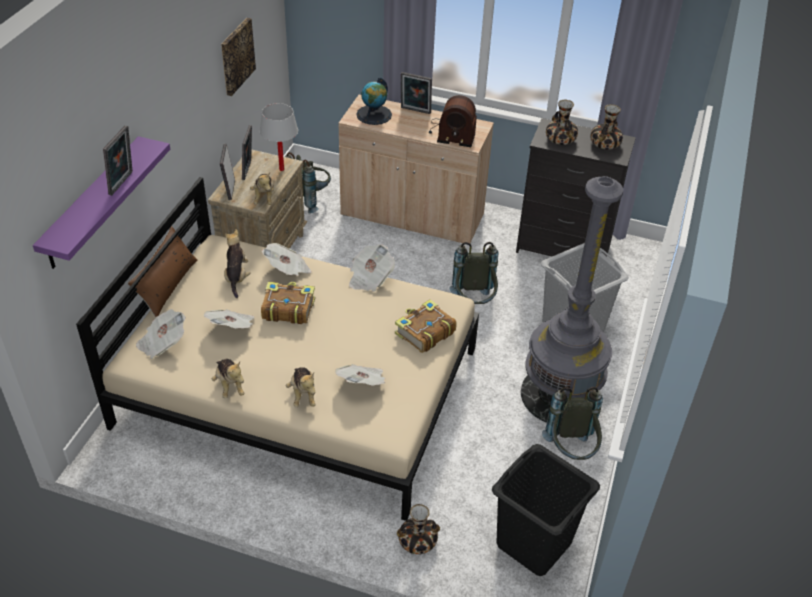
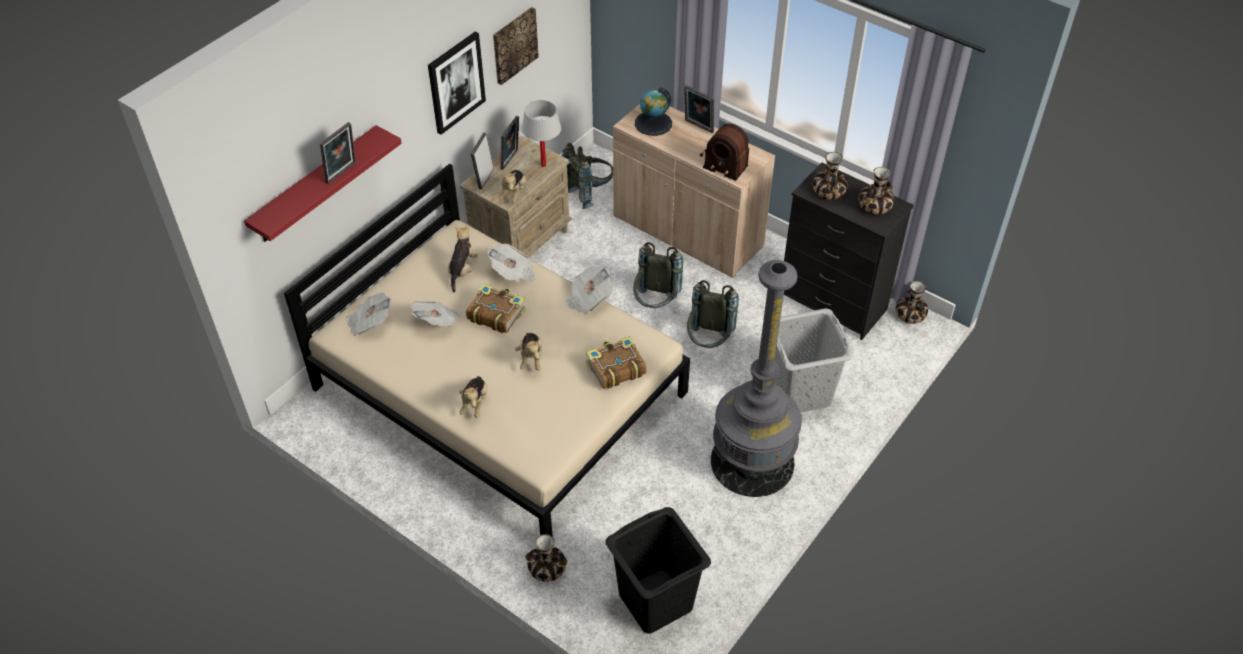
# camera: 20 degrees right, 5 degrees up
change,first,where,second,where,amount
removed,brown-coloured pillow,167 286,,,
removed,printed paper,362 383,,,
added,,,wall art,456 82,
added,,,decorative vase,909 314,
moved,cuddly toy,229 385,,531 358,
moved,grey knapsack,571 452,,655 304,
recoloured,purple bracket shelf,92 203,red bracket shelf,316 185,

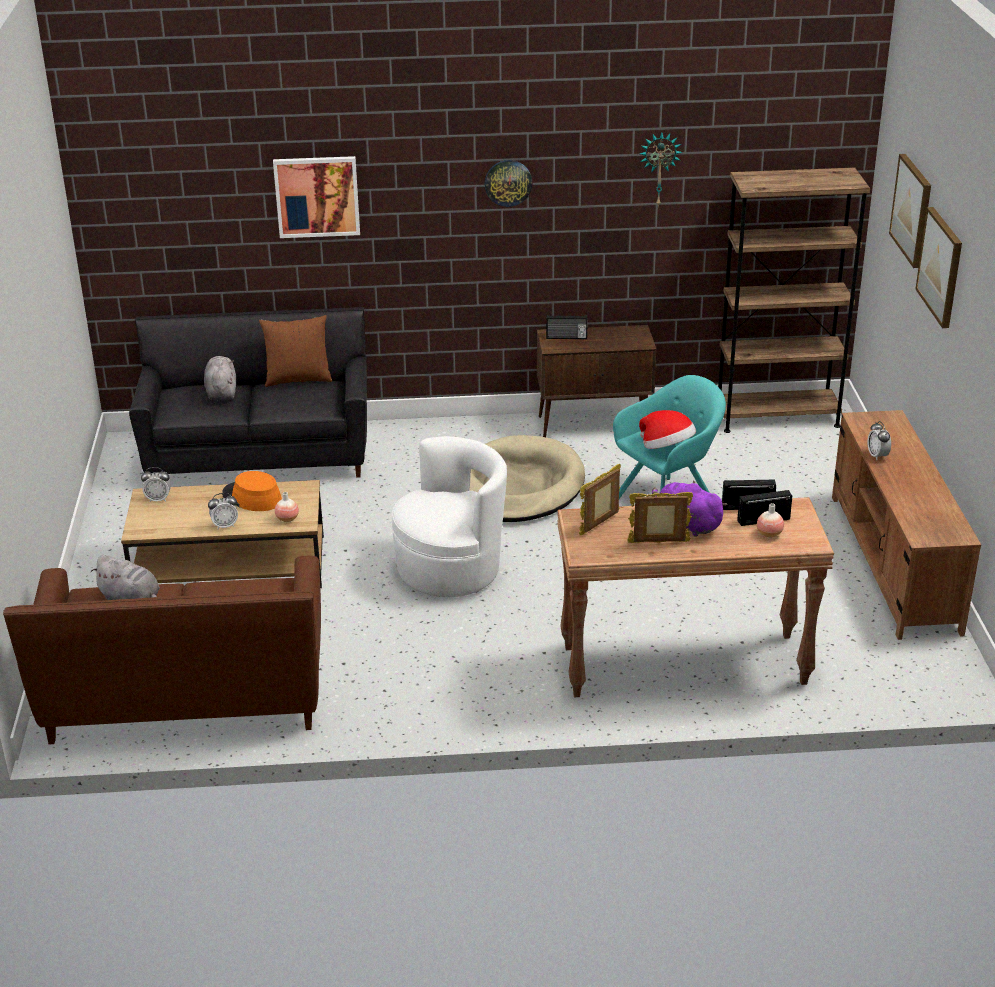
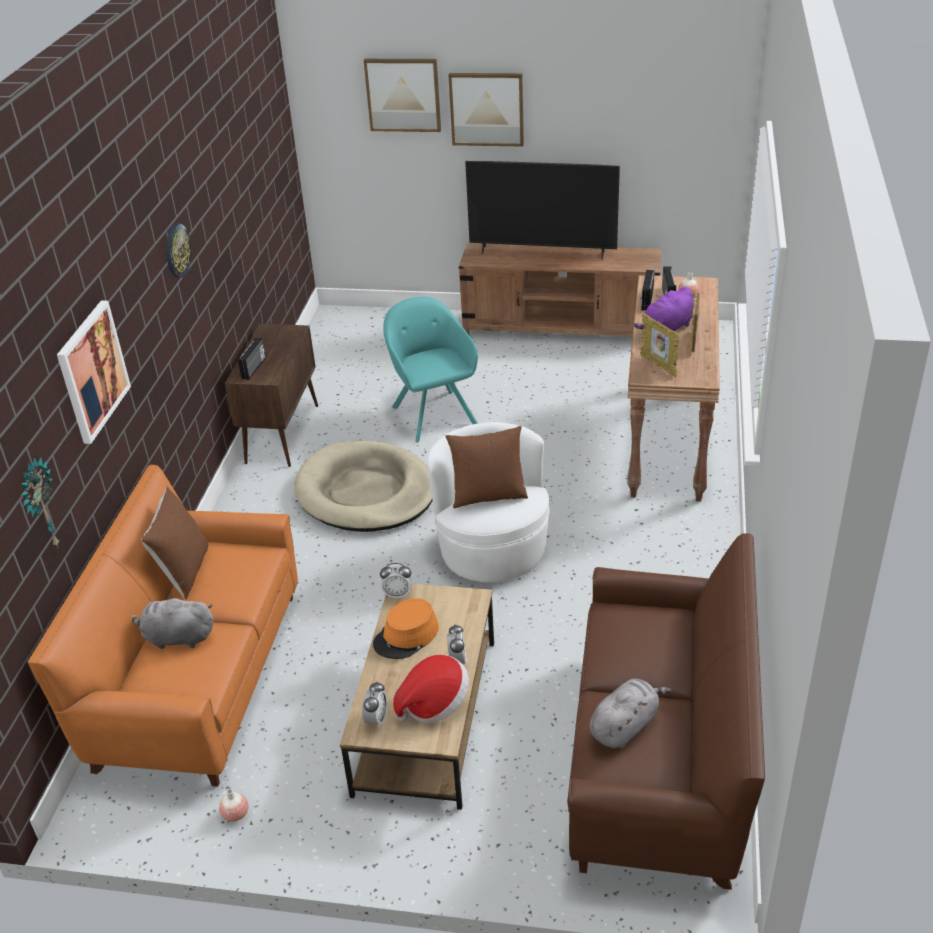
# camera: 75 degrees left, 5 degrees up
change,first,where,second,where,amount
removed,brown-coloured shelving unit,777 417,,,
added,,,brown-coloured pillow,488 495,
added,,,TV set,542 252,
moved,decorative vase,287 519,,235 814,
moved,hat,667 448,,434 703,
moved,hanging clock,659 168,,39 505,
moved,bedside clock,877 456,,398 594,
recoloured,black-coloured sofa,259 455,orangey sofa,199 678,

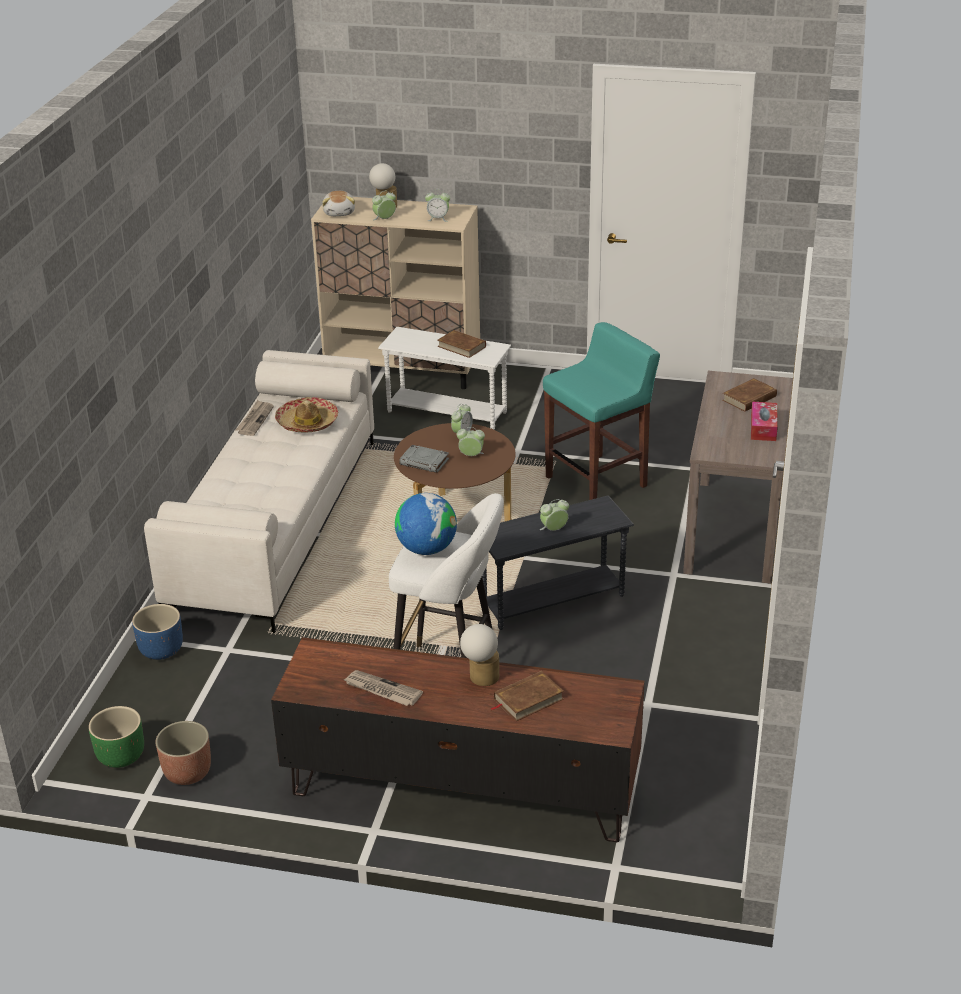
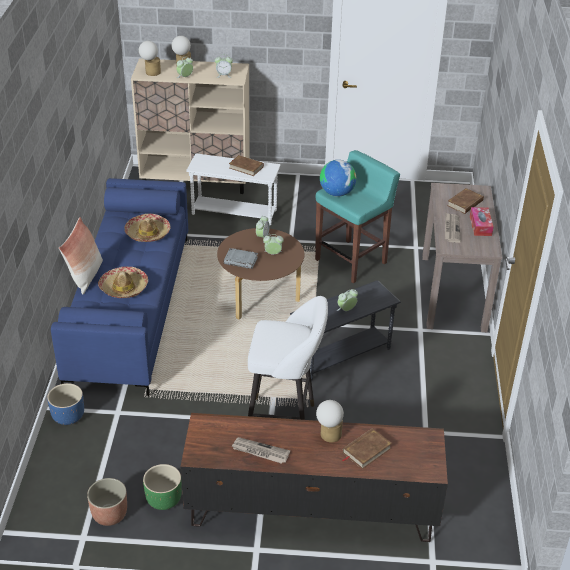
# camera: 10 degrees left, 5 degrees up
change,first,where,second,where,amount
added,,,pillow,86 276,
added,,,hat,124 288,
moved,greenish flower pot,120 756,,163 500,
moved,printed paper,255 420,,451 229,
moved,desk globe,426 549,,337 193,
replaced,cuddly toy,339 212,lamp for a table,150 72,
recoloured,white sofa,275 523,bluish sofa,130 308,

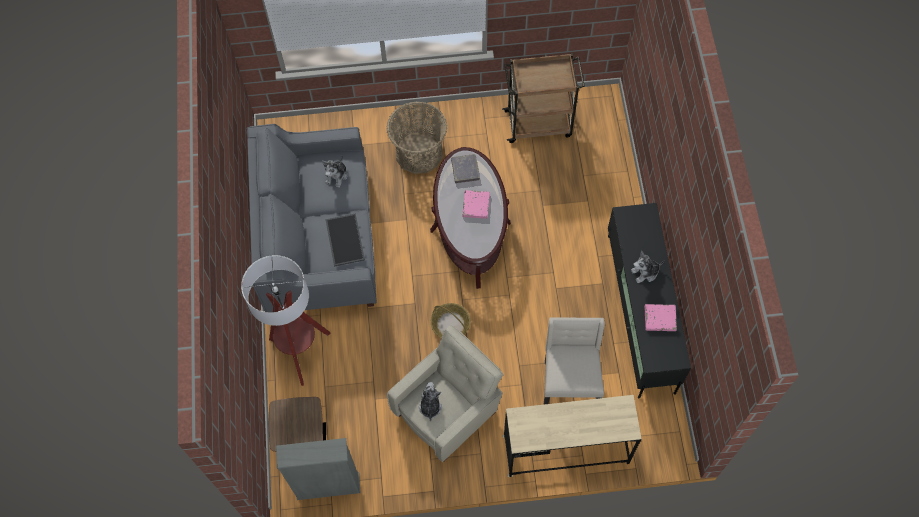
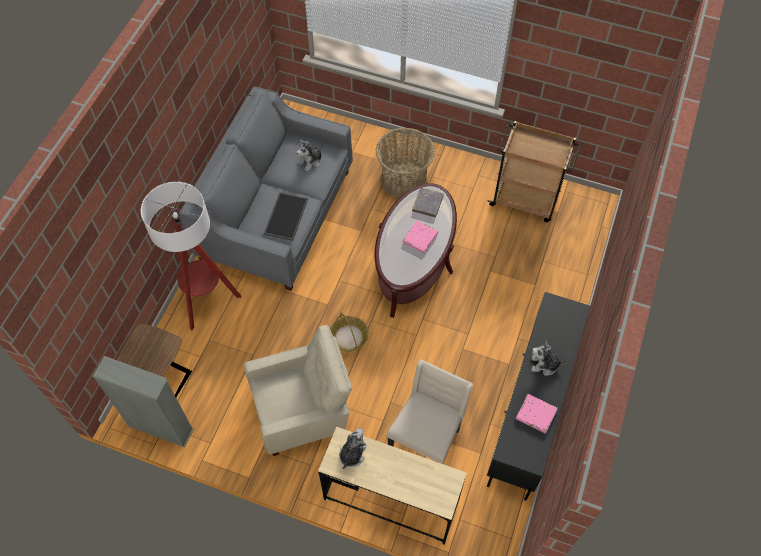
# camera: 25 degrees right, 5 degrees down
change,first,where,second,where,amount
moved,cuddly toy,430 406,,352 454,

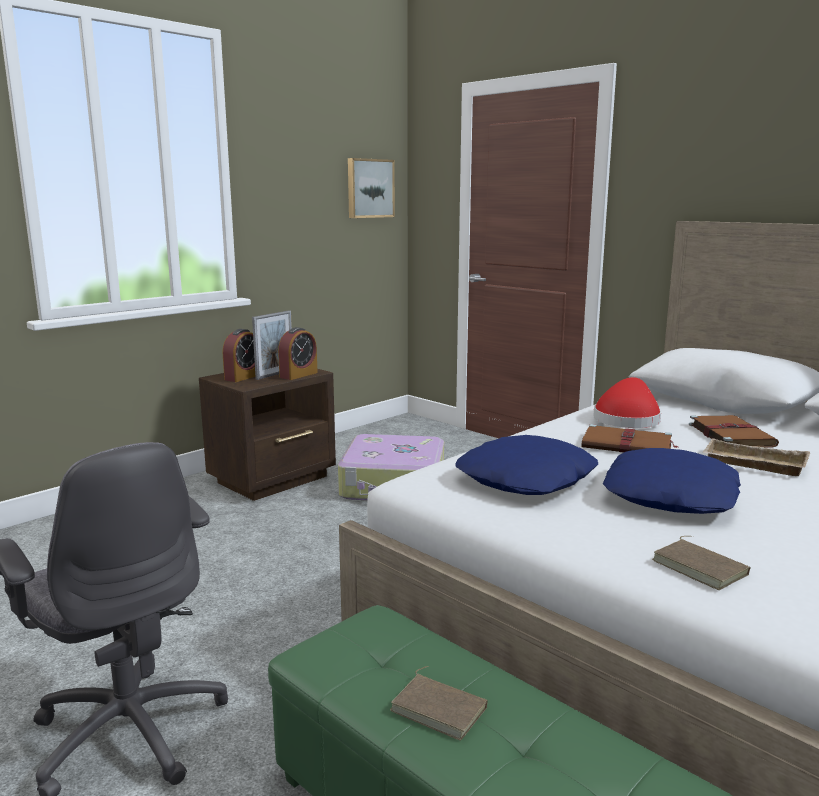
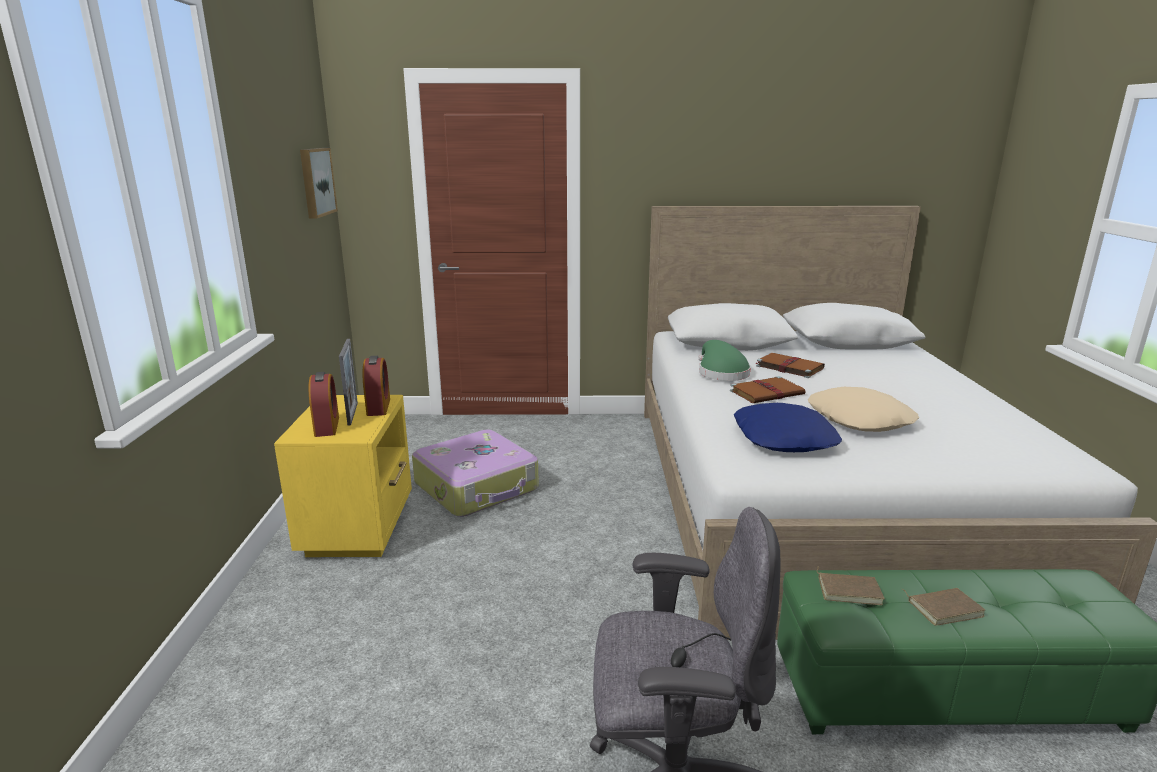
# camera: 45 degrees left, 5 degrees up
change,first,where,second,where,amount
removed,sand-coloured tray,752 464,,,
moved,brown-coloured bound book,701 567,,849 590,
recoloured,brown-coloured nightstand,274 479,yellow nightstand,360 527,
recoloured,red hat,627 419,greenish hat,721 373,
recoloured,bluish pillow,671 495,sand-coloured pillow,860 419,

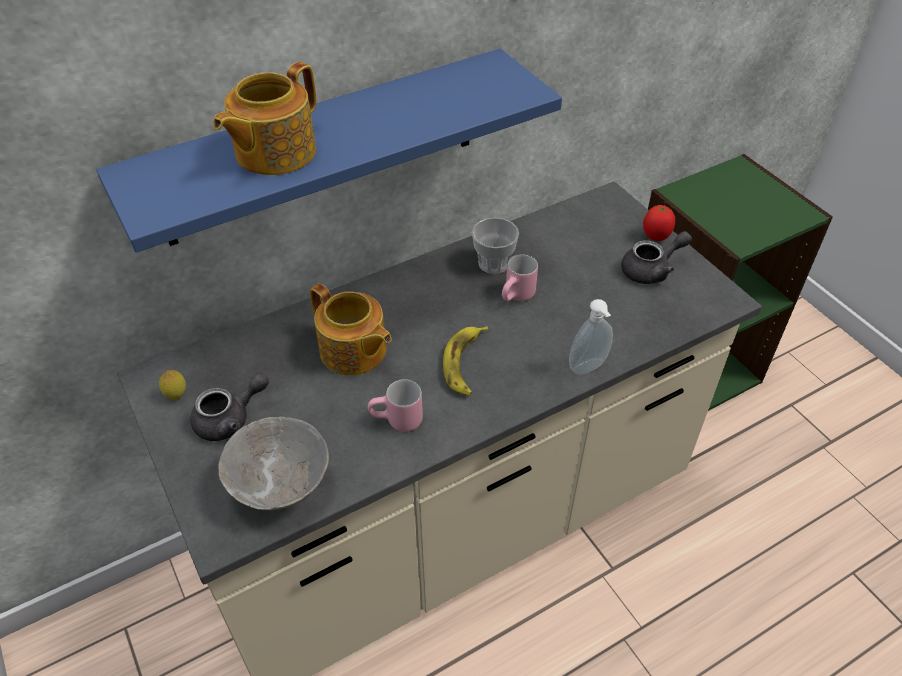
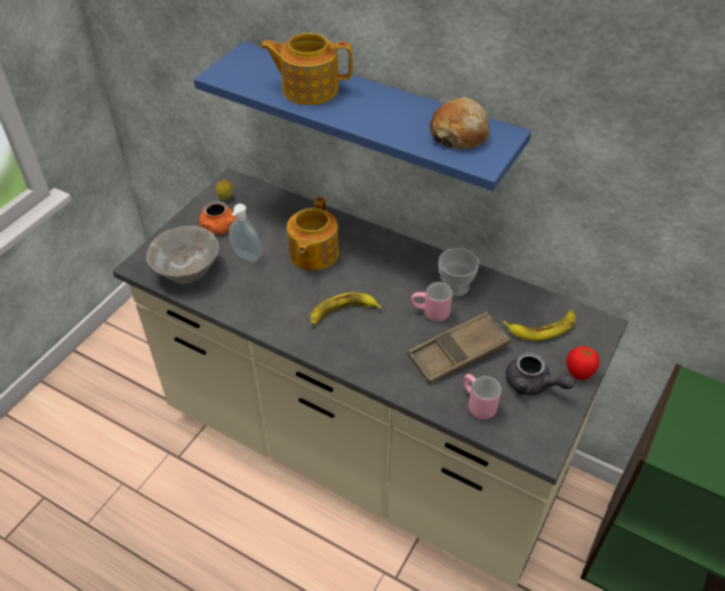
# camera: 60 degrees right, 0 degrees up
change,first,where,second,where,amount
added,,,brown-coloured tray,458 352,
added,,,bakery bread,459 134,
added,,,banana fruit,542 327,
moved,pink tea mug,397 422,,476 405,
moved,soap bottle,589 368,,246 257,
recoloured,grey tea pot,230 419,orangey tea pot,222 228,

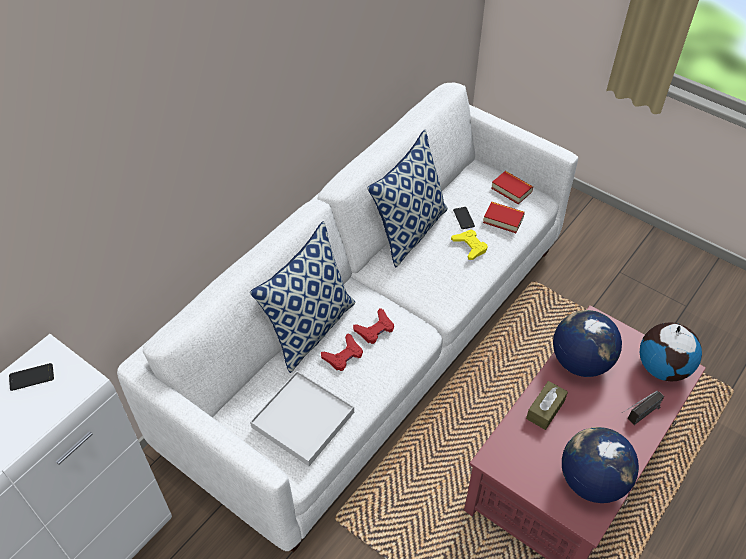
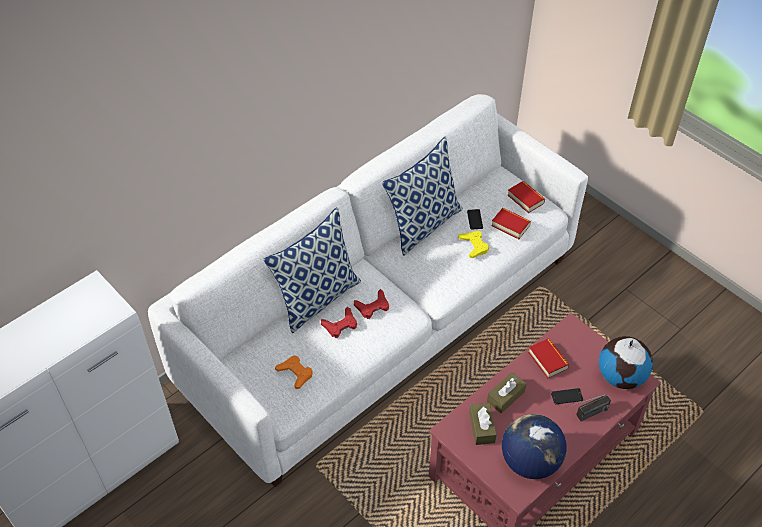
# camera: 10 degrees right, 0 degrees up
change,first,where,second,where,amount
added,,,brown-coloured tissue holder,481 427,
moved,handset,31 377,,567 396,
replaced,white tray,303 419,orangey game controller,295 373,
replaced,desk globe,580 361,bound book,548 360,

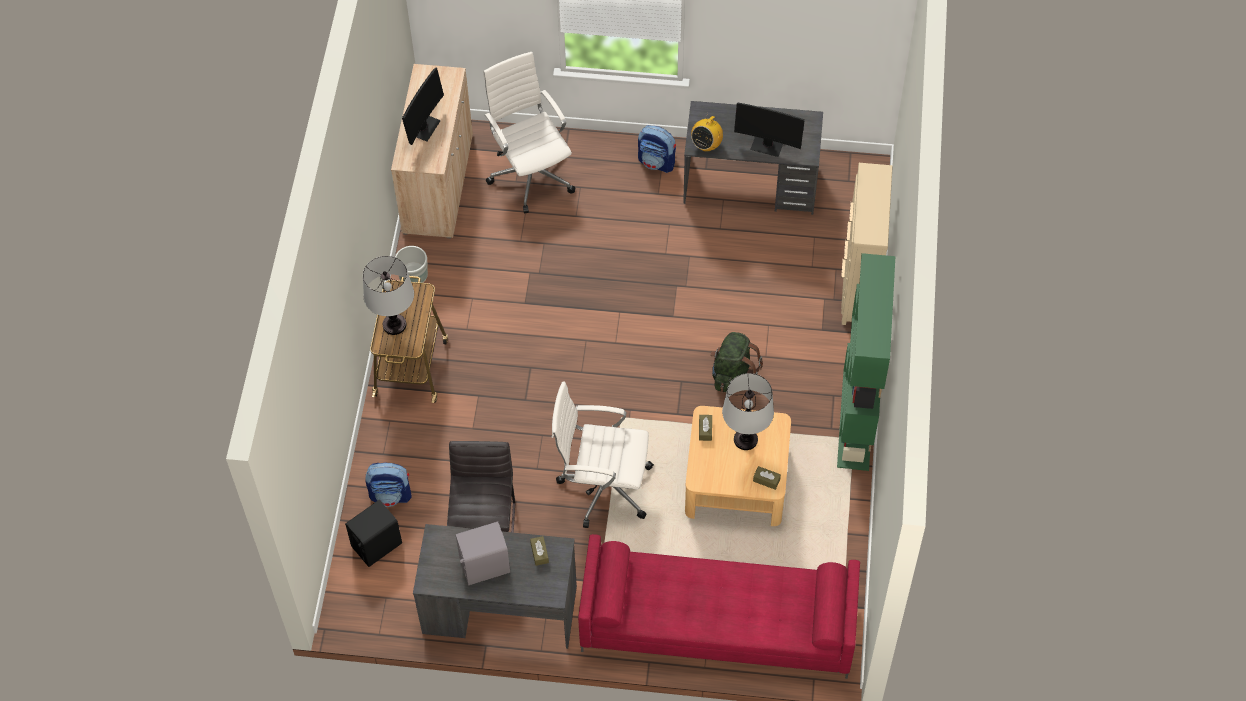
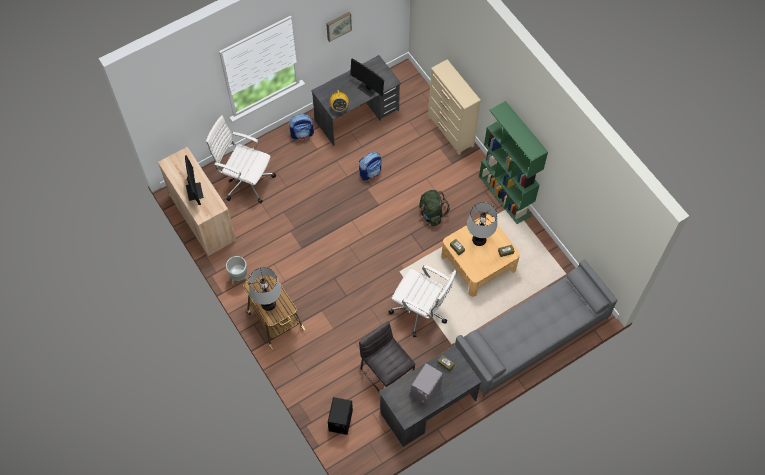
# camera: 40 degrees left, 5 degrees up
change,first,where,second,where,amount
added,,,wall art,338 25,
moved,knapsack,391 494,,370 172,
recoloured,red sofa,716 625,grey sofa,531 338,
turned,white computer chair,603 486,,421 310,120 degrees counterclockwise
turned,computer screen,767 145,,368 88,60 degrees clockwise

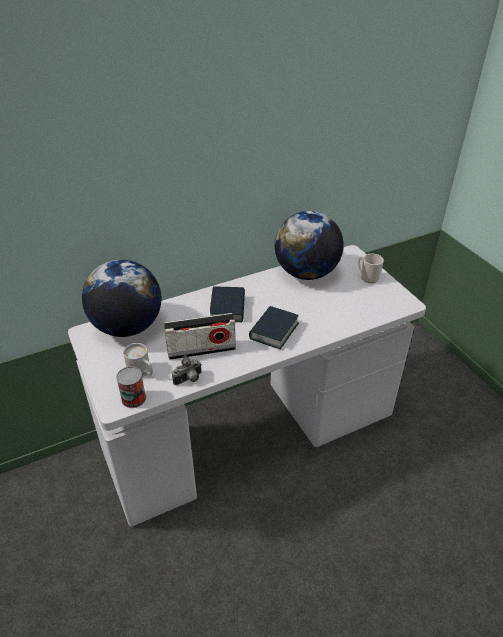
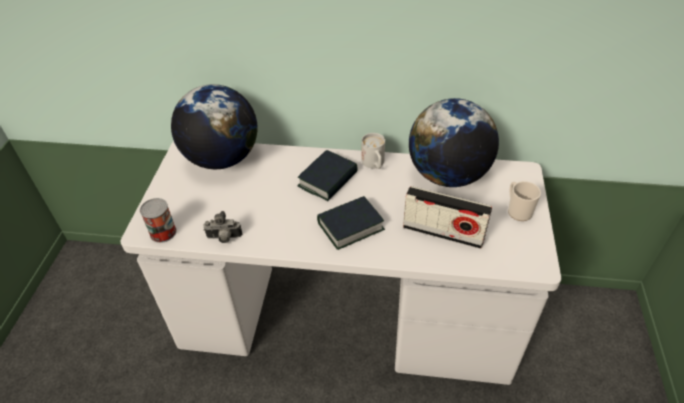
# camera: 35 degrees right, 5 degrees up
change,first,where,second,where,amount
moved,white tea mug,142 372,,374 164,
moved,radio receiver,201 350,,443 232,

